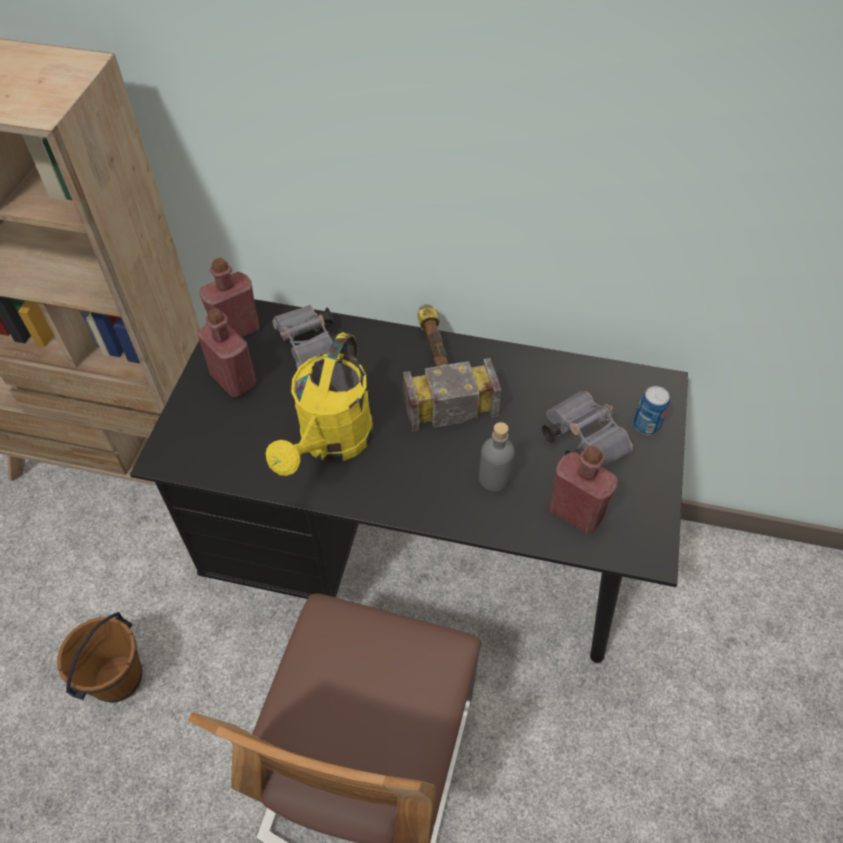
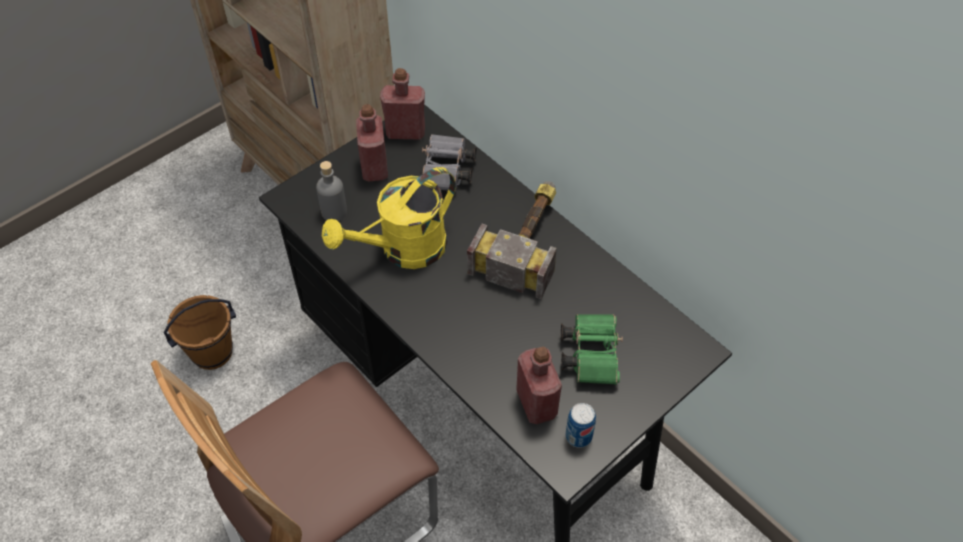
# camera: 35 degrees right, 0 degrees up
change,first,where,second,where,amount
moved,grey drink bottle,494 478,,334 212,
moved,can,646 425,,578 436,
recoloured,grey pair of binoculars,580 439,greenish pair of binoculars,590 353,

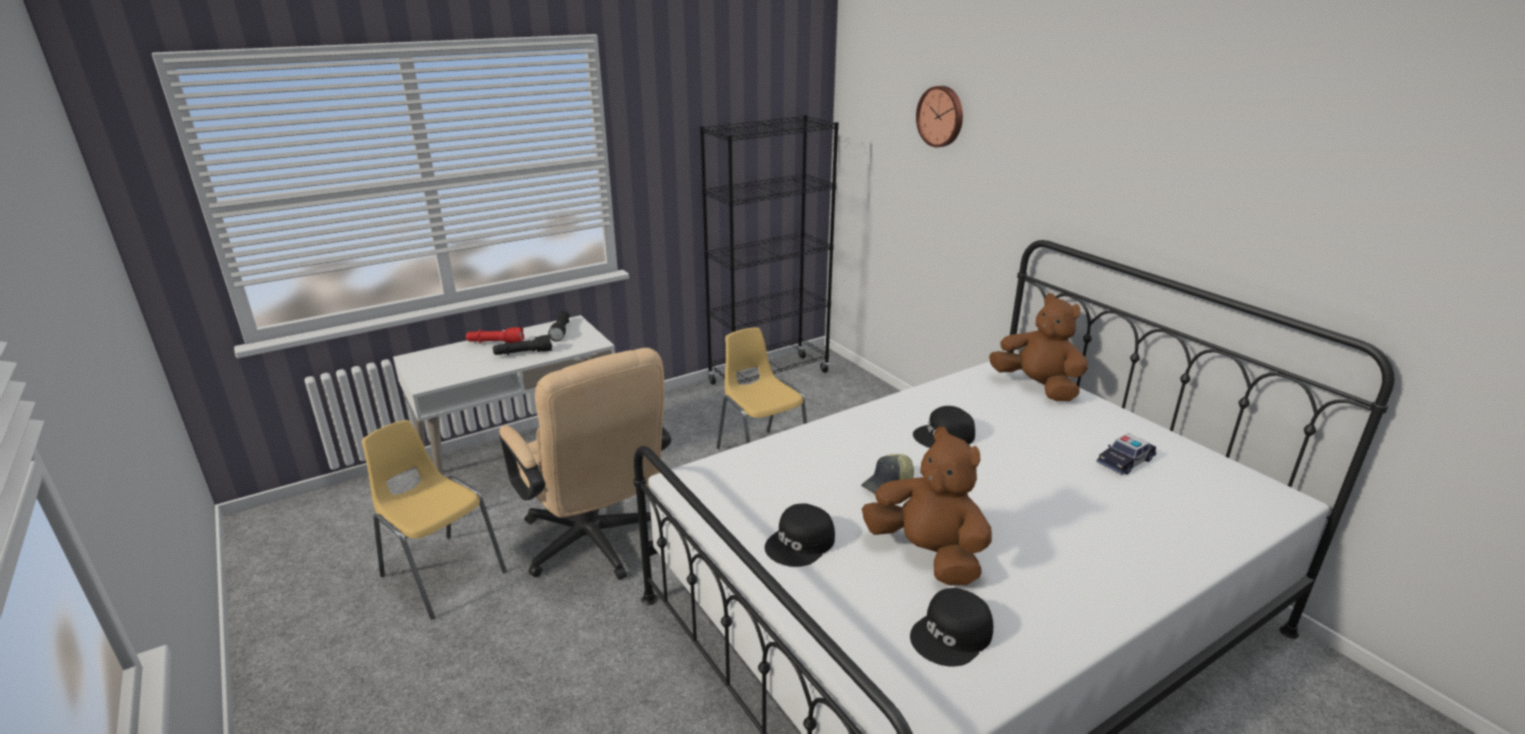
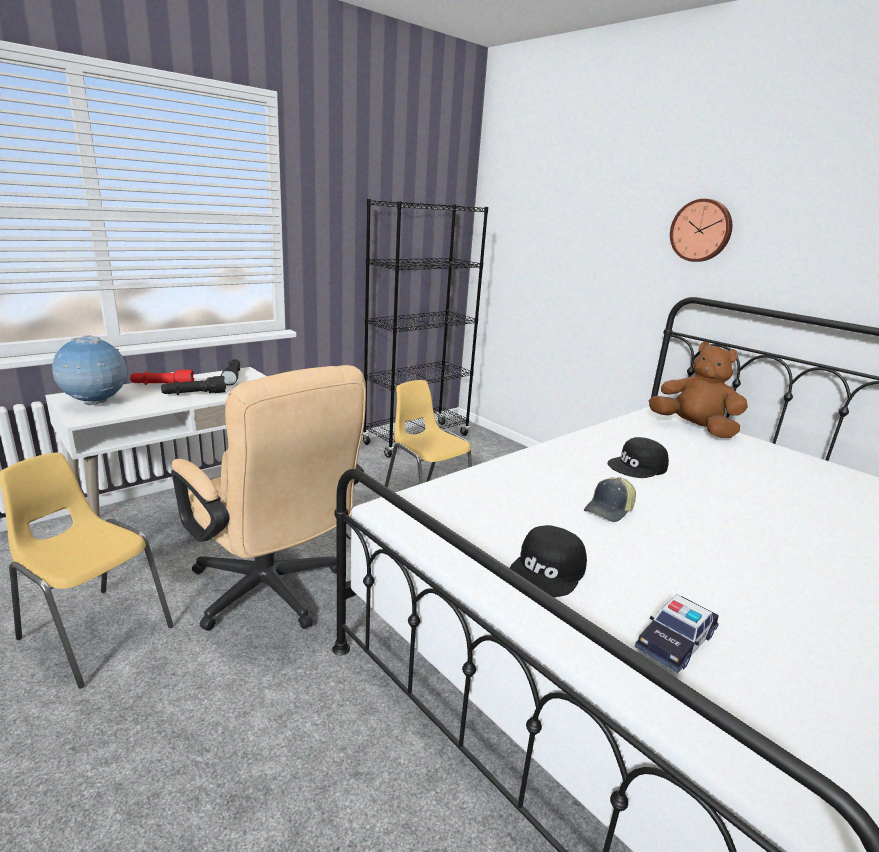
# camera: 10 degrees left, 5 degrees down
change,first,where,second,where,amount
removed,brown-coloured cuddly toy,927 554,,,
removed,black-coloured peaked cap,952 635,,,
added,,,desk globe,95 403,
moved,hanging clock,941 116,,701 230,
moved,model car,1125 461,,676 641,

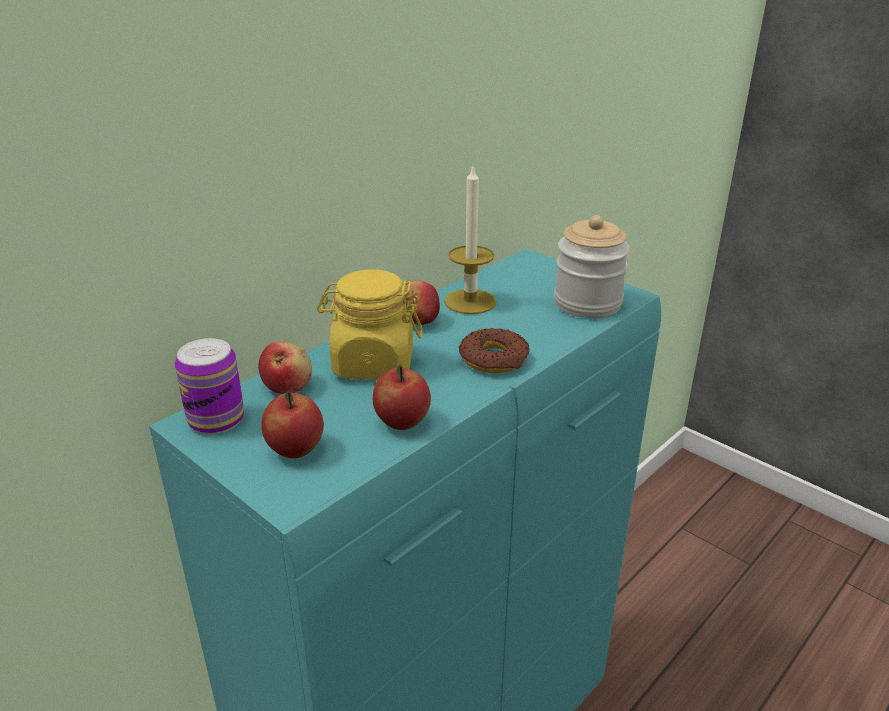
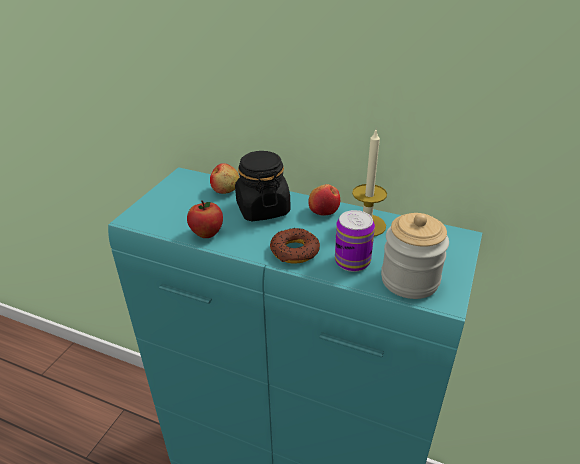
# camera: 70 degrees right, 5 degrees up
change,first,where,second,where,amount
removed,apple fruit,295 450,,,
moved,can,216 419,,352 261,
recoloured,yellow preserve jar,373 363,black-coloured preserve jar,262 209,

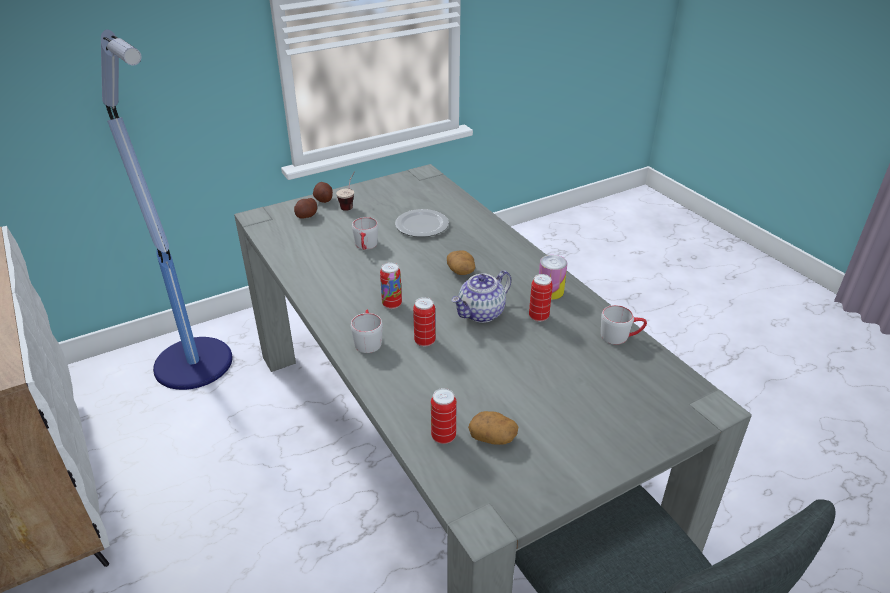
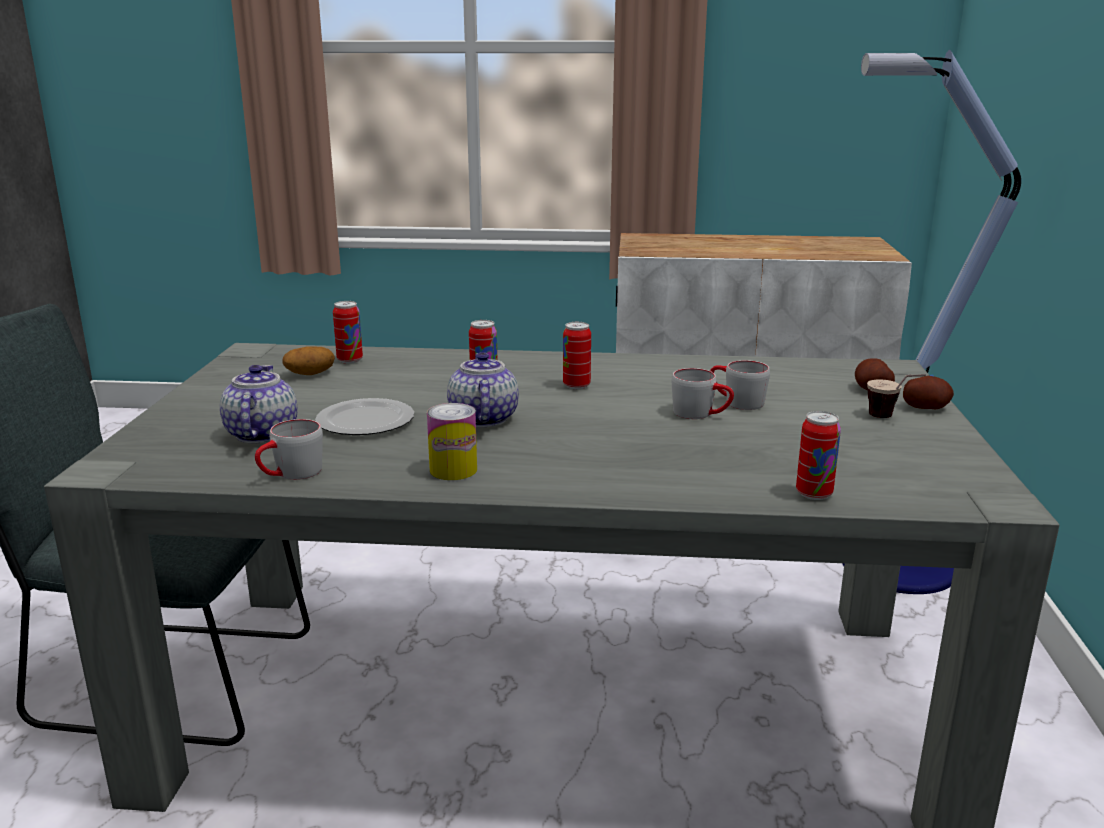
# camera: 125 degrees right, 15 degrees down
change,first,where,second,where,amount
removed,spud,461 271,,,
added,,,tea pot,261 434,
moved,grey tea mug,367 340,,701 414,
moved,plate,421 225,,367 421,
moved,can,538 316,,814 494,

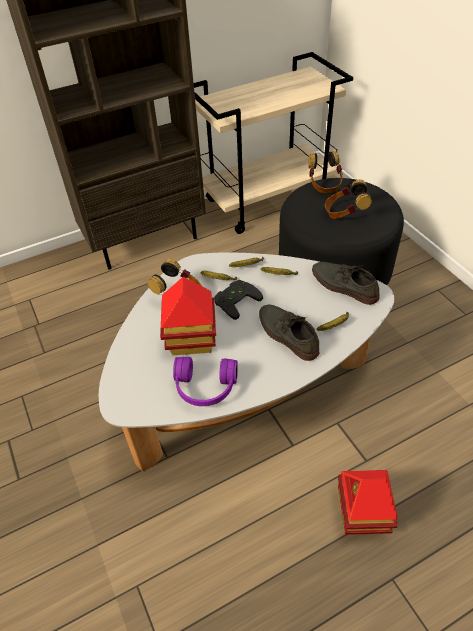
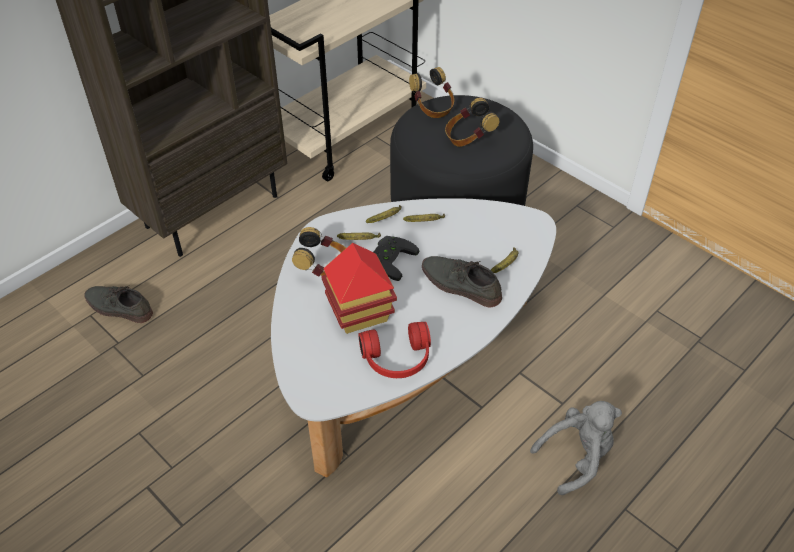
# camera: 20 degrees left, 0 degrees up
change,first,where,second,where,amount
moved,grey low shoe,343 285,,118 307,
replaced,model house,362 515,grey cuddly toy,576 457,
recoloured,purple headphones,205 389,red headphones,397 360,

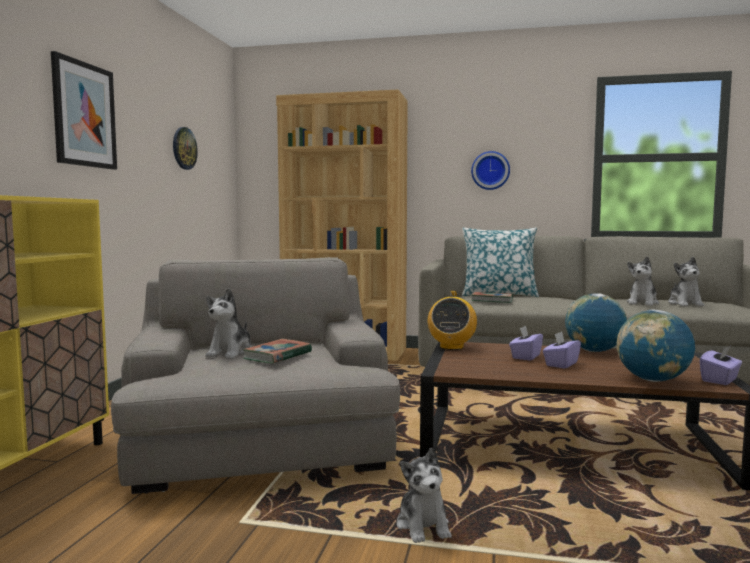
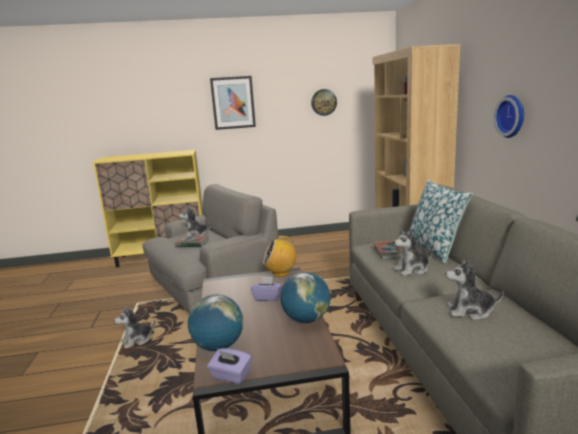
# camera: 70 degrees right, 10 degrees up
change,first,where,second,where,amount
removed,purple tissue holder,561 364,,,
moved,cuddly toy,685 304,,412 270,

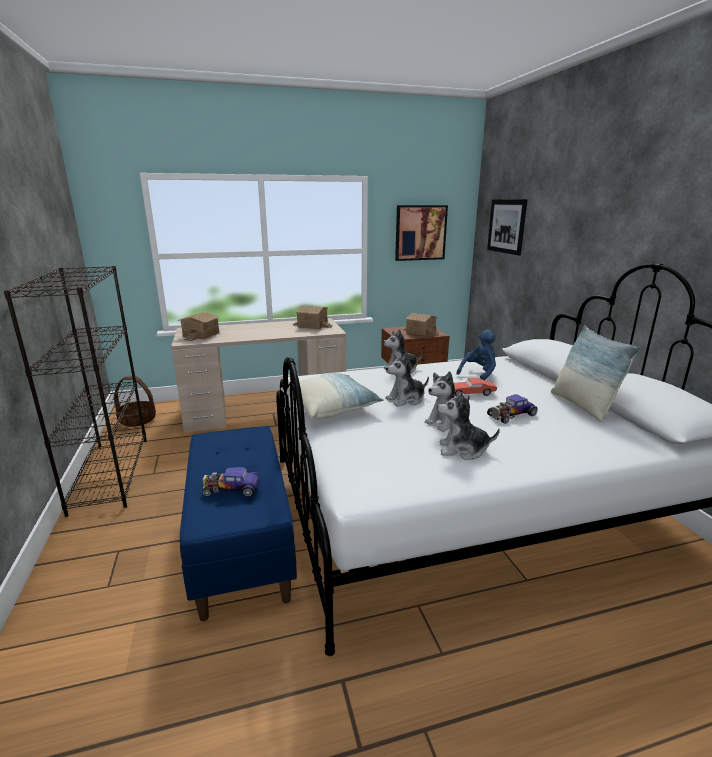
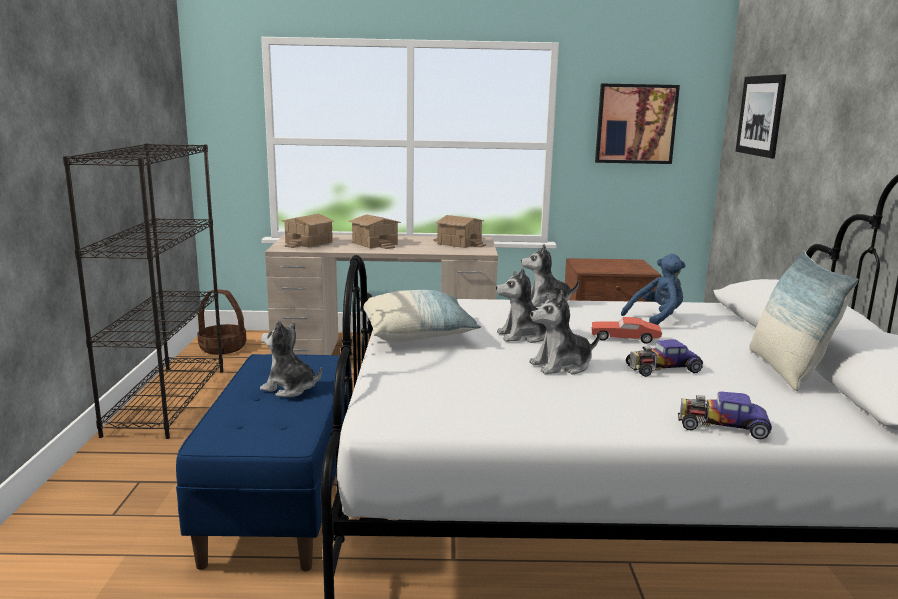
# camera: 15 degrees right, 5 degrees down
change,first,where,second,where,amount
moved,model car,231 489,,722 426,
moved,model house,421 331,,375 243,
moved,cuddly toy,463 450,,290 389,

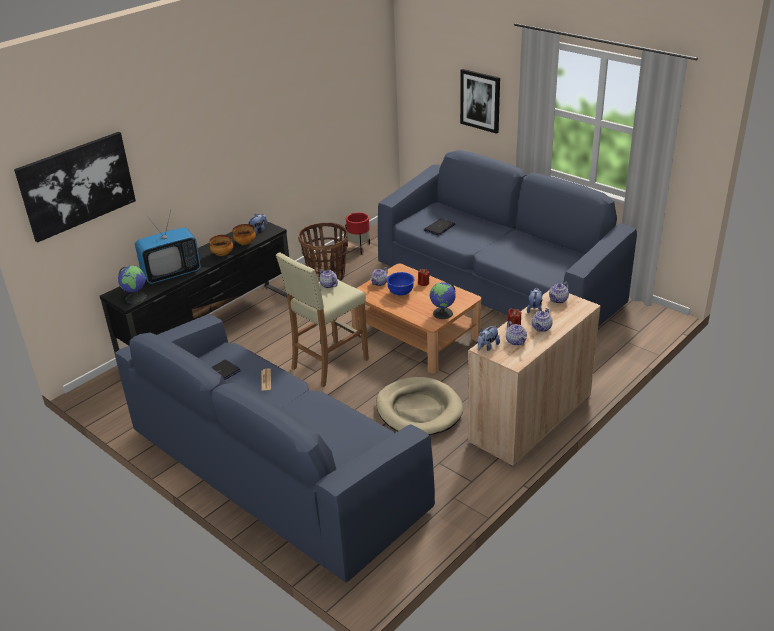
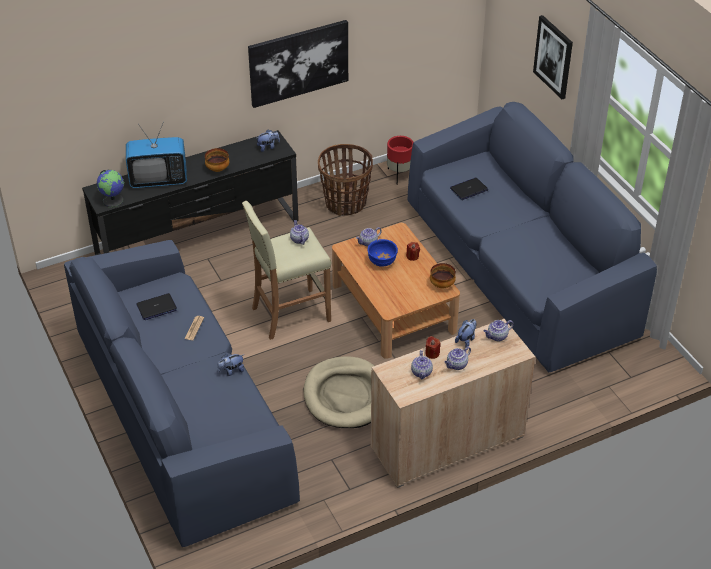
# camera: 20 degrees right, 10 degrees up
change,first,where,second,where,amount
removed,desk globe,443 313,,,
moved,wall art,77 185,,298 63,
moved,serving bowl,245 243,,442 285,
moved,cuddly toy,487 347,,231 371,

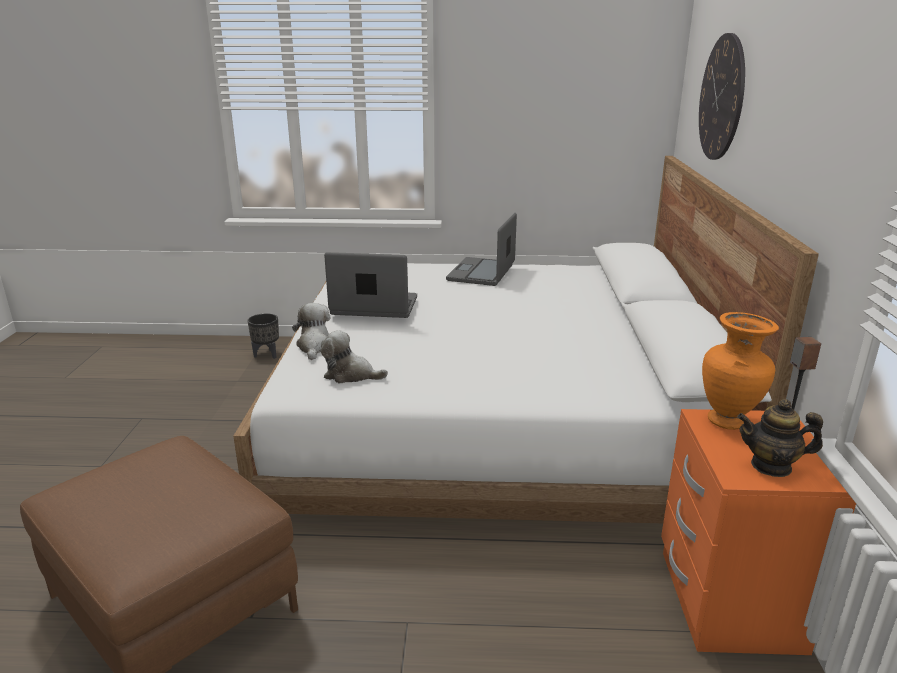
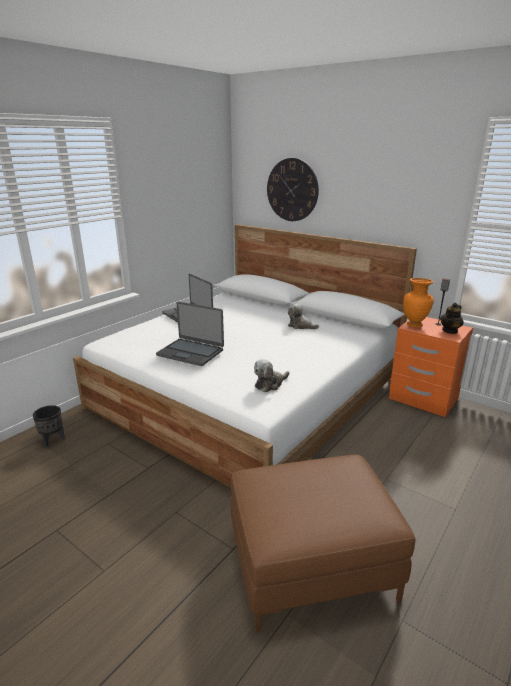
# camera: 55 degrees left, 0 degrees up
change,first,where,second,where,amount
moved,cuddly toy,315 346,,300 326,
turned,notebook computer,374 307,,191 352,105 degrees counterclockwise

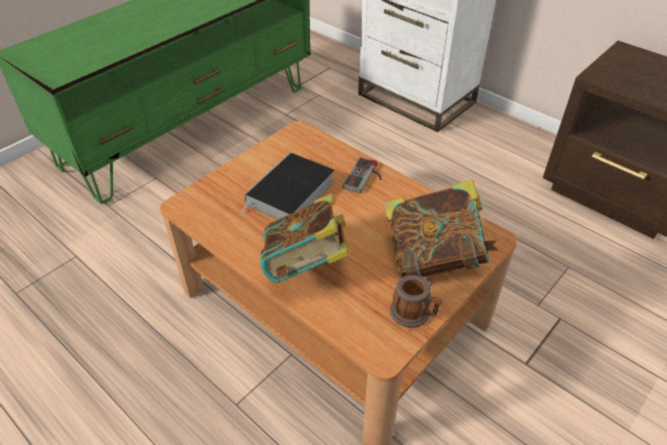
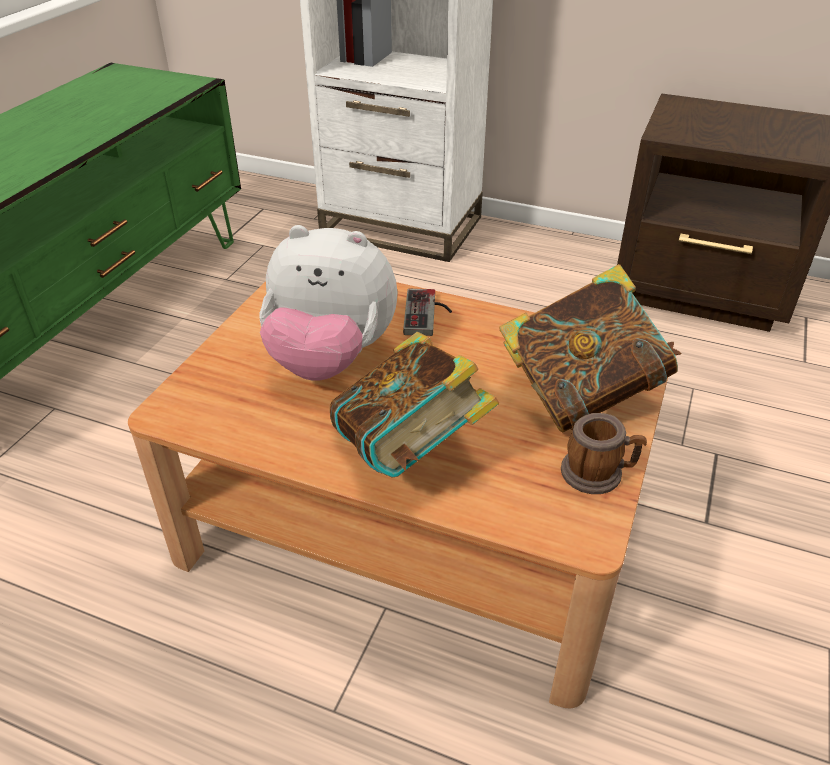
# camera: 20 degrees left, 5 degrees down
change,first,where,second,where,amount
replaced,bound book,290 194,cuddly toy,330 359,

